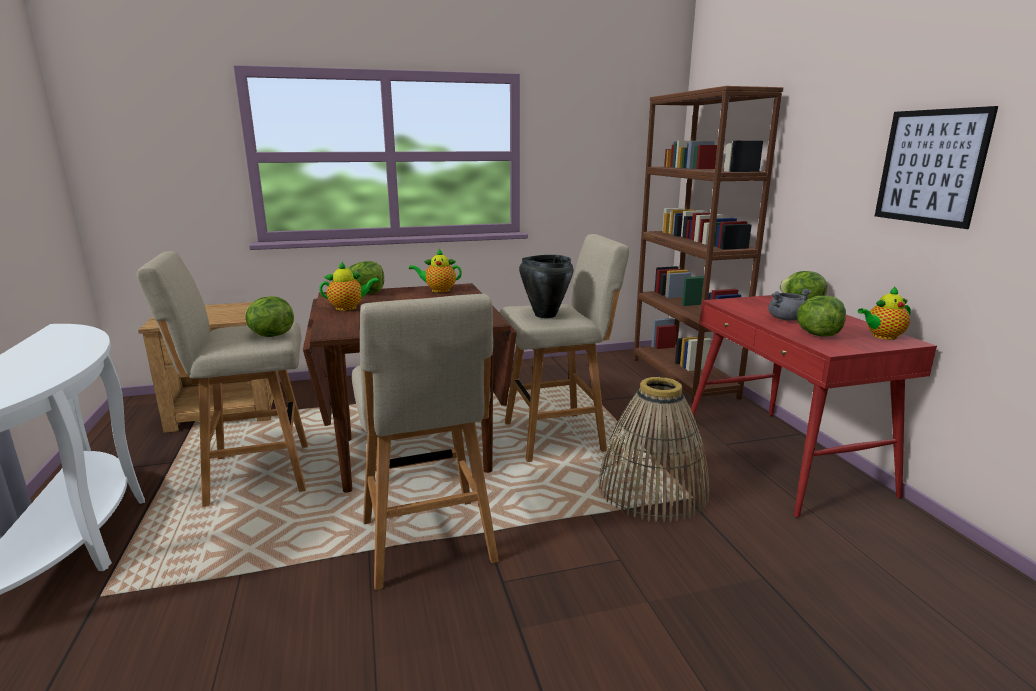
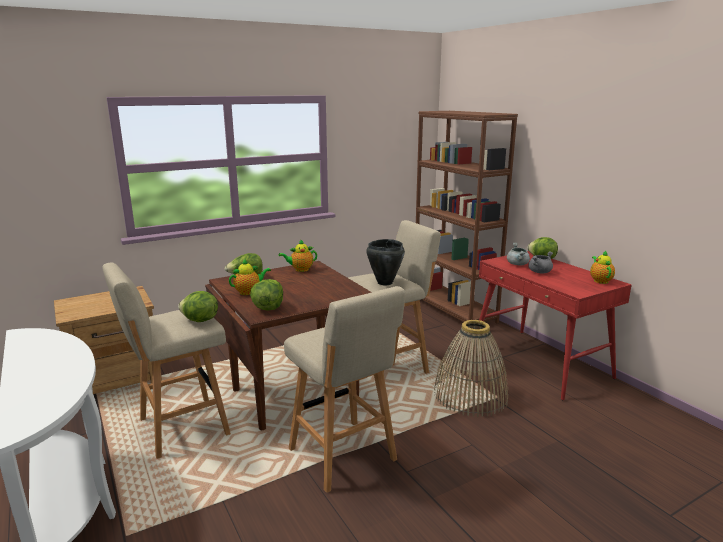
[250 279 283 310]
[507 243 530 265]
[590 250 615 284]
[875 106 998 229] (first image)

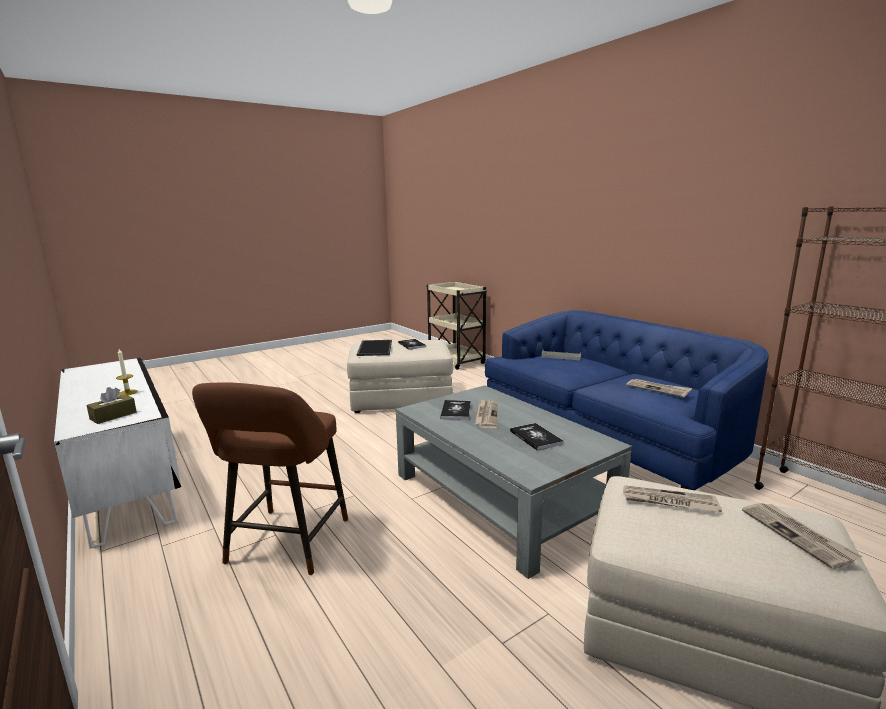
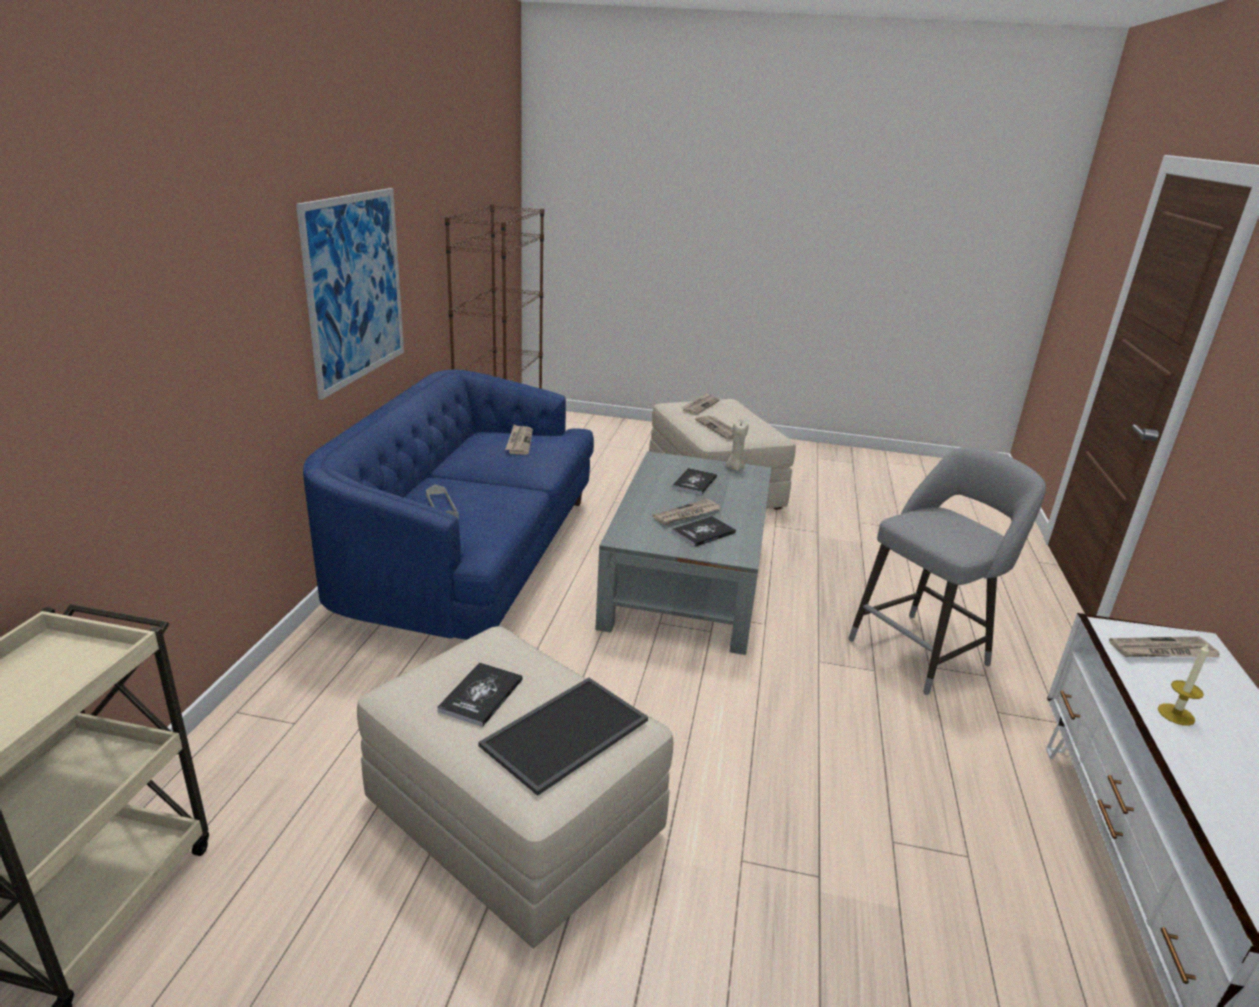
[296 188 404 400]
[726 419 749 471]
[848 447 1046 695]
[1109 637 1220 657]

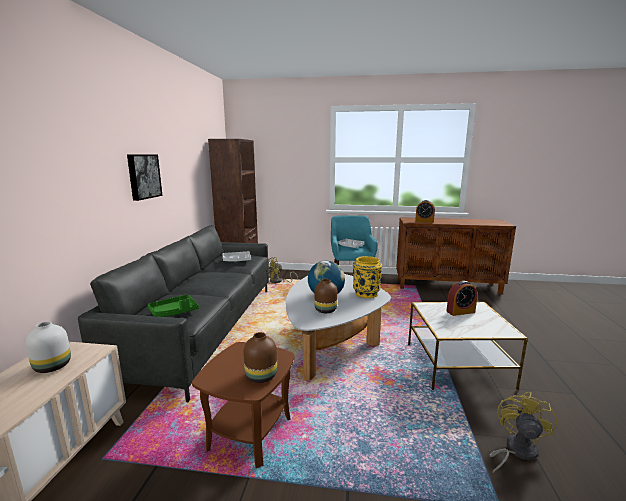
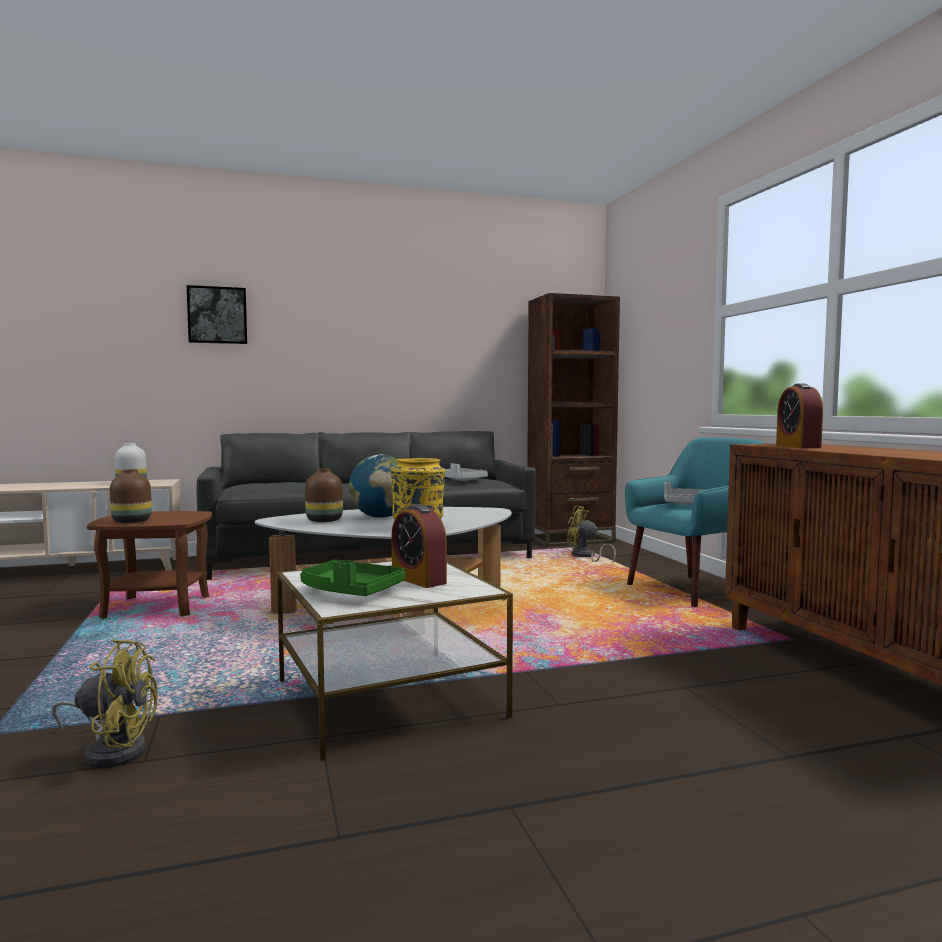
[187 285 247 344]
[300 560 406 596]

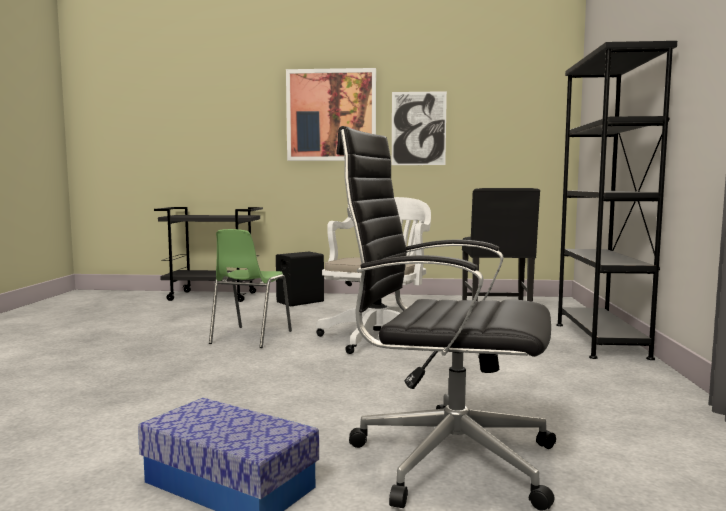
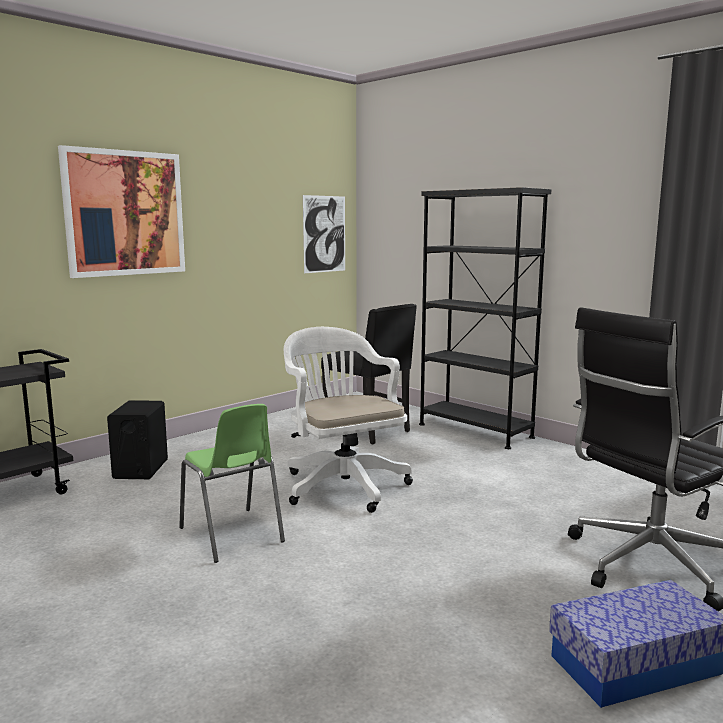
[303 195 345 273]

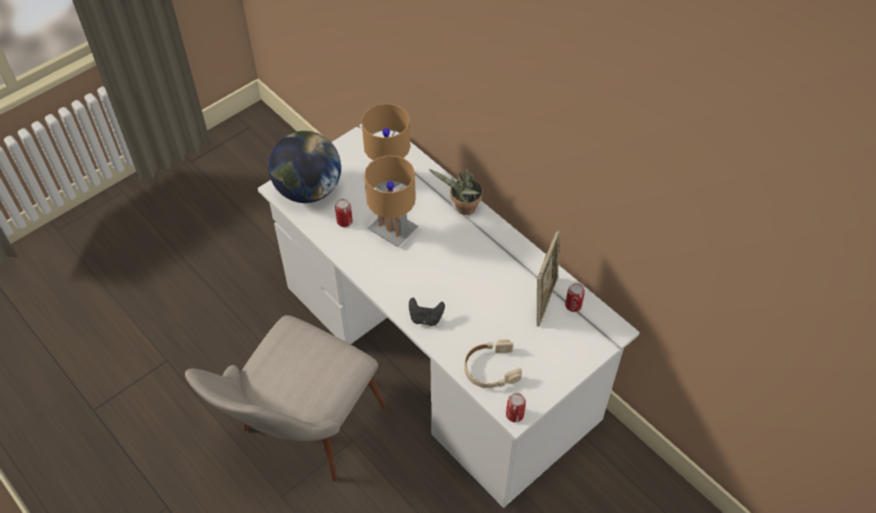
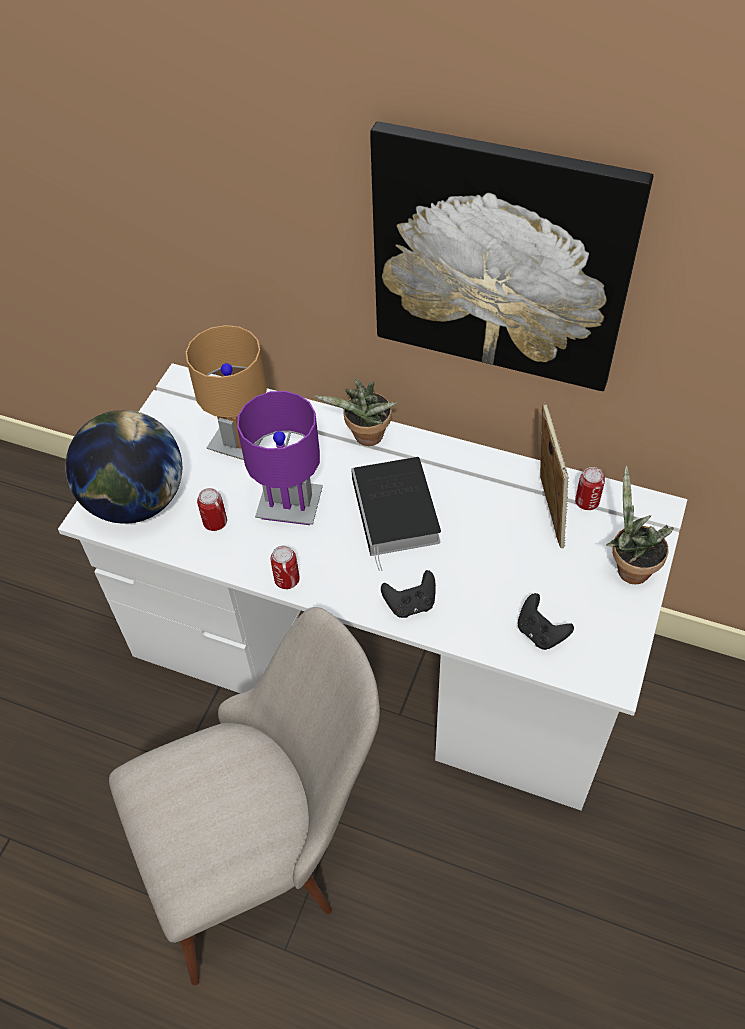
[109 607 380 985]
[237 391 323 525]
[270 546 300 589]
[351 457 441 571]
[370 122 653 391]
[518 593 574 650]
[606 465 674 584]

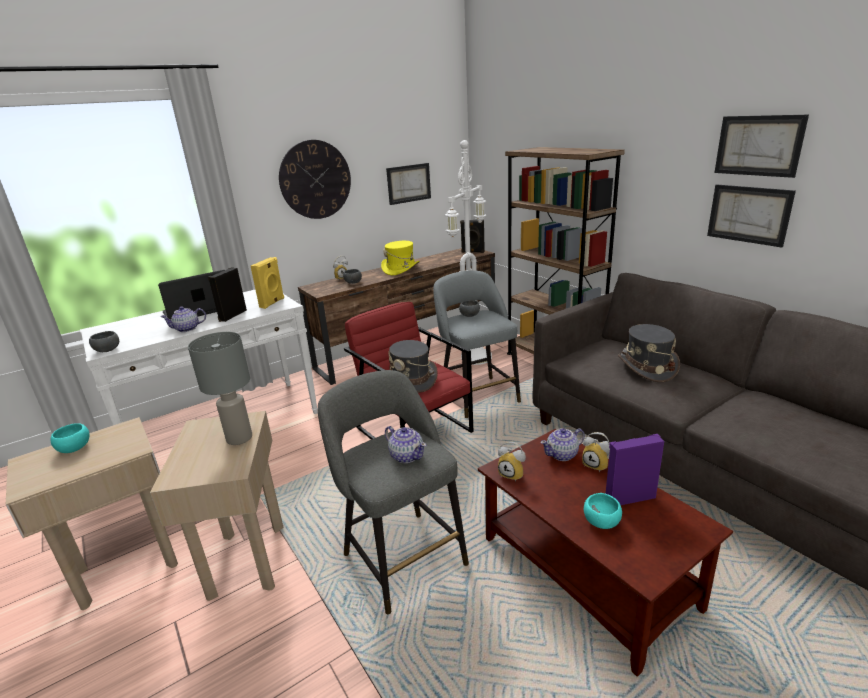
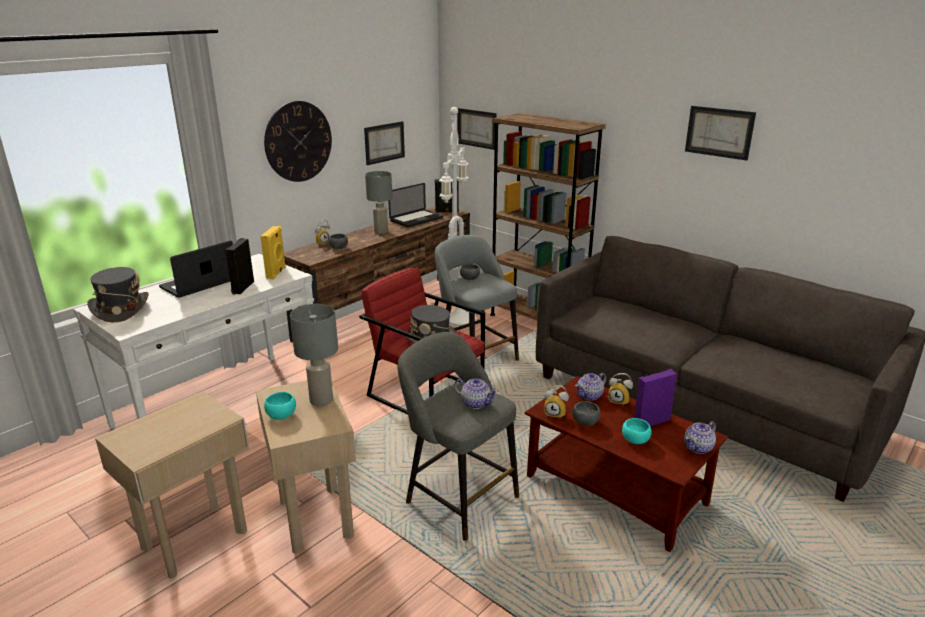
[87 267 149 322]
[264 392 296 420]
[365 171 392 234]
[388 183 443 227]
[457 108 497 150]
[572 401 600 426]
[684 421 716 454]

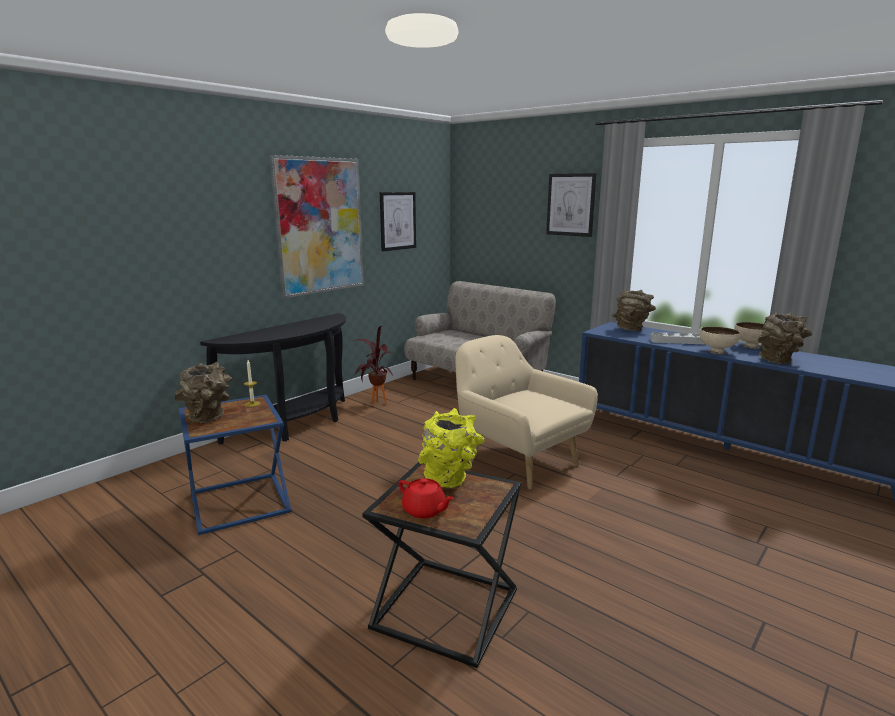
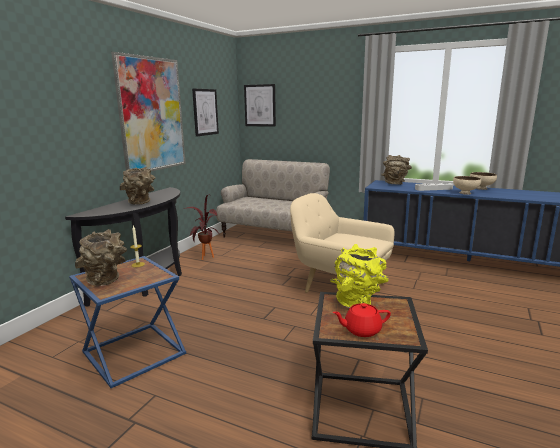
[120 167 156 205]
[244 84 276 127]
[332 303 391 337]

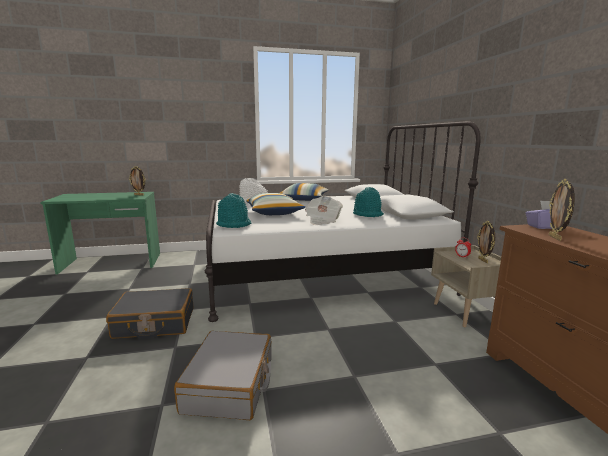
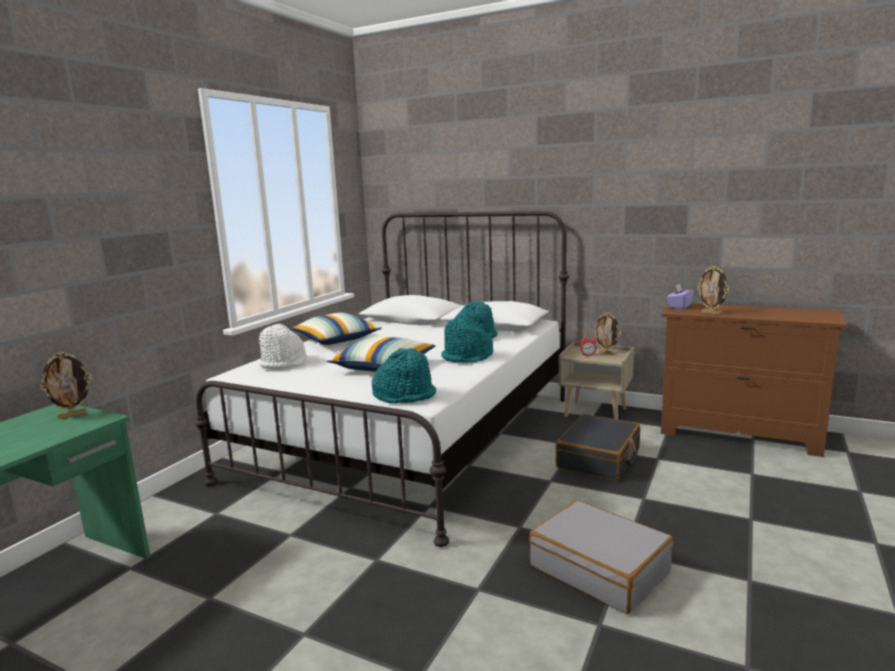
[441 317 493 363]
[556 414 640 481]

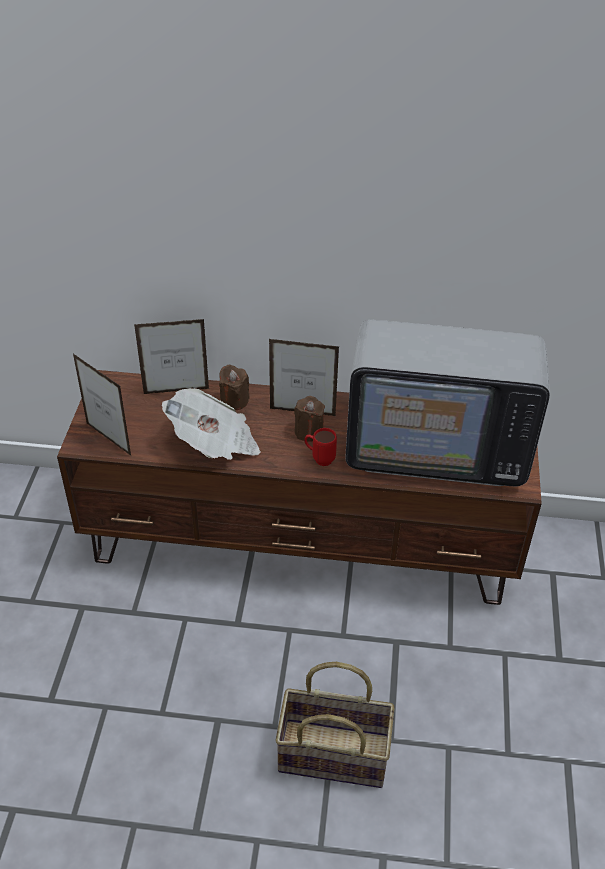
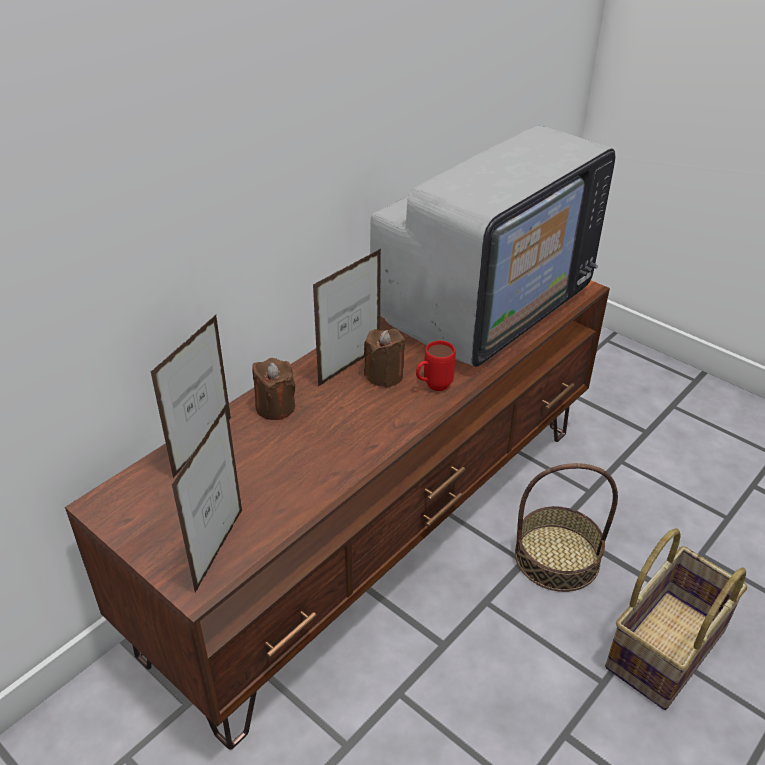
[172 403 242 593]
[515 463 618 592]
[162 388 261 460] (first image)

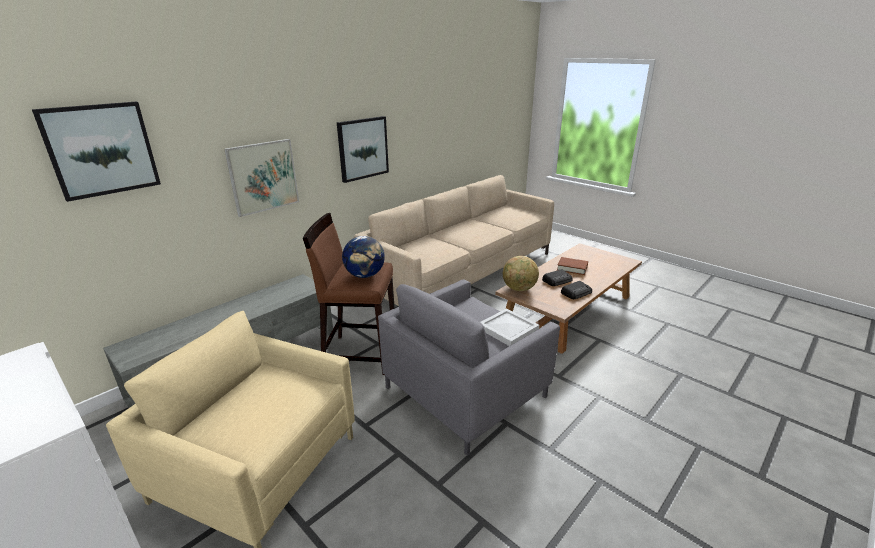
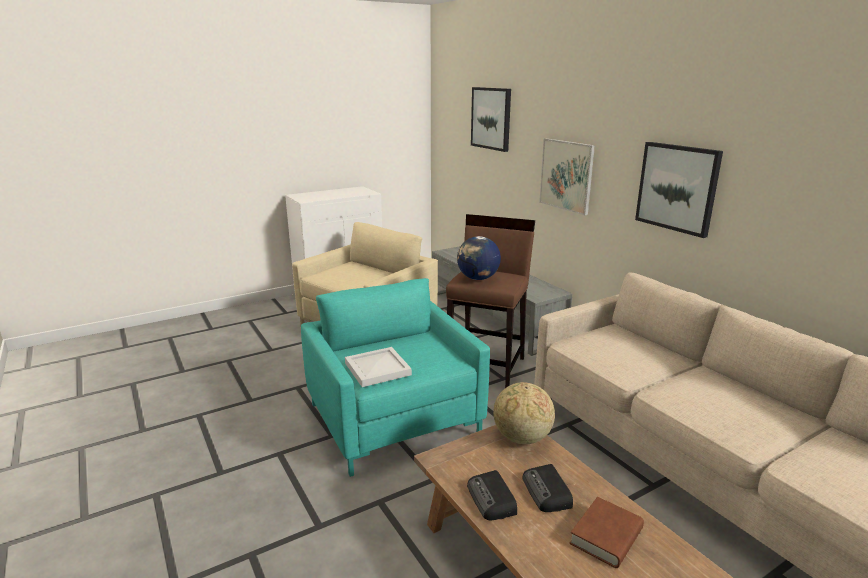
[301 278 490 477]

